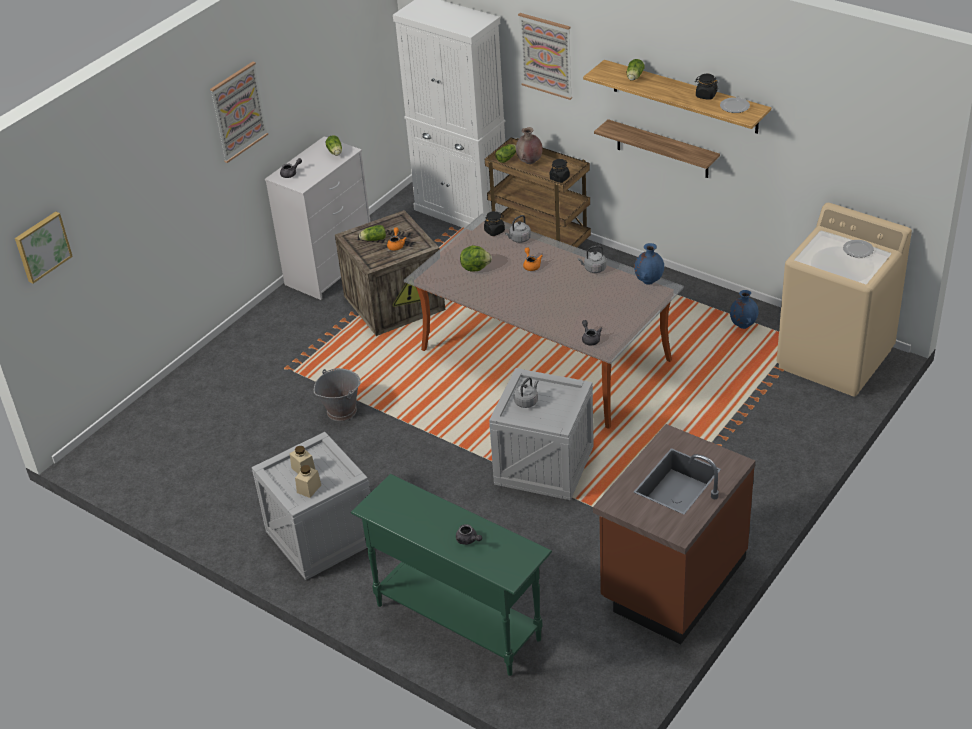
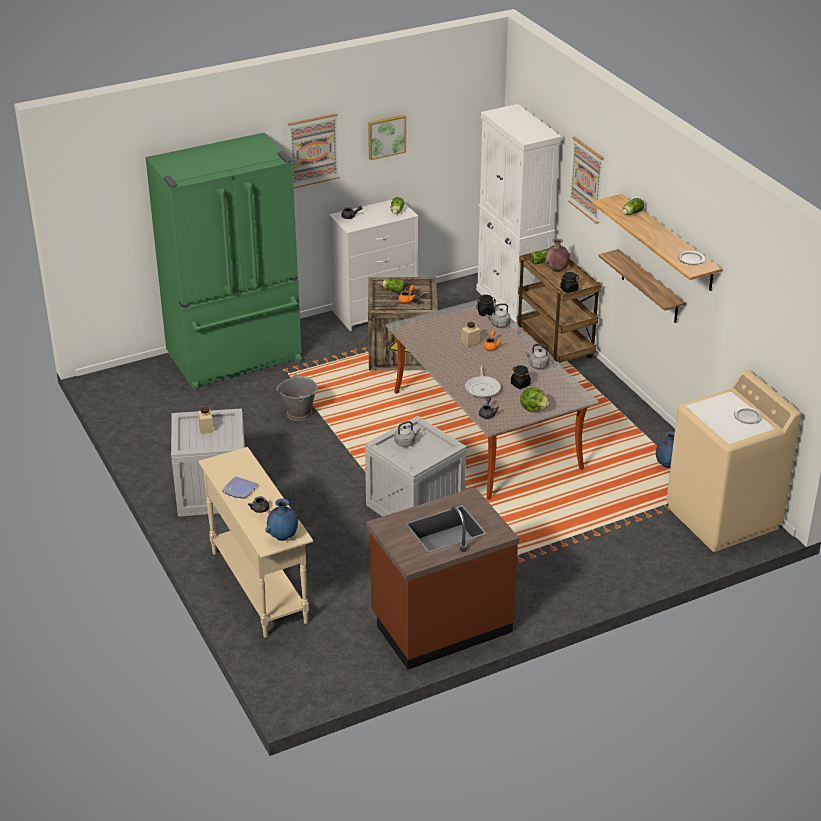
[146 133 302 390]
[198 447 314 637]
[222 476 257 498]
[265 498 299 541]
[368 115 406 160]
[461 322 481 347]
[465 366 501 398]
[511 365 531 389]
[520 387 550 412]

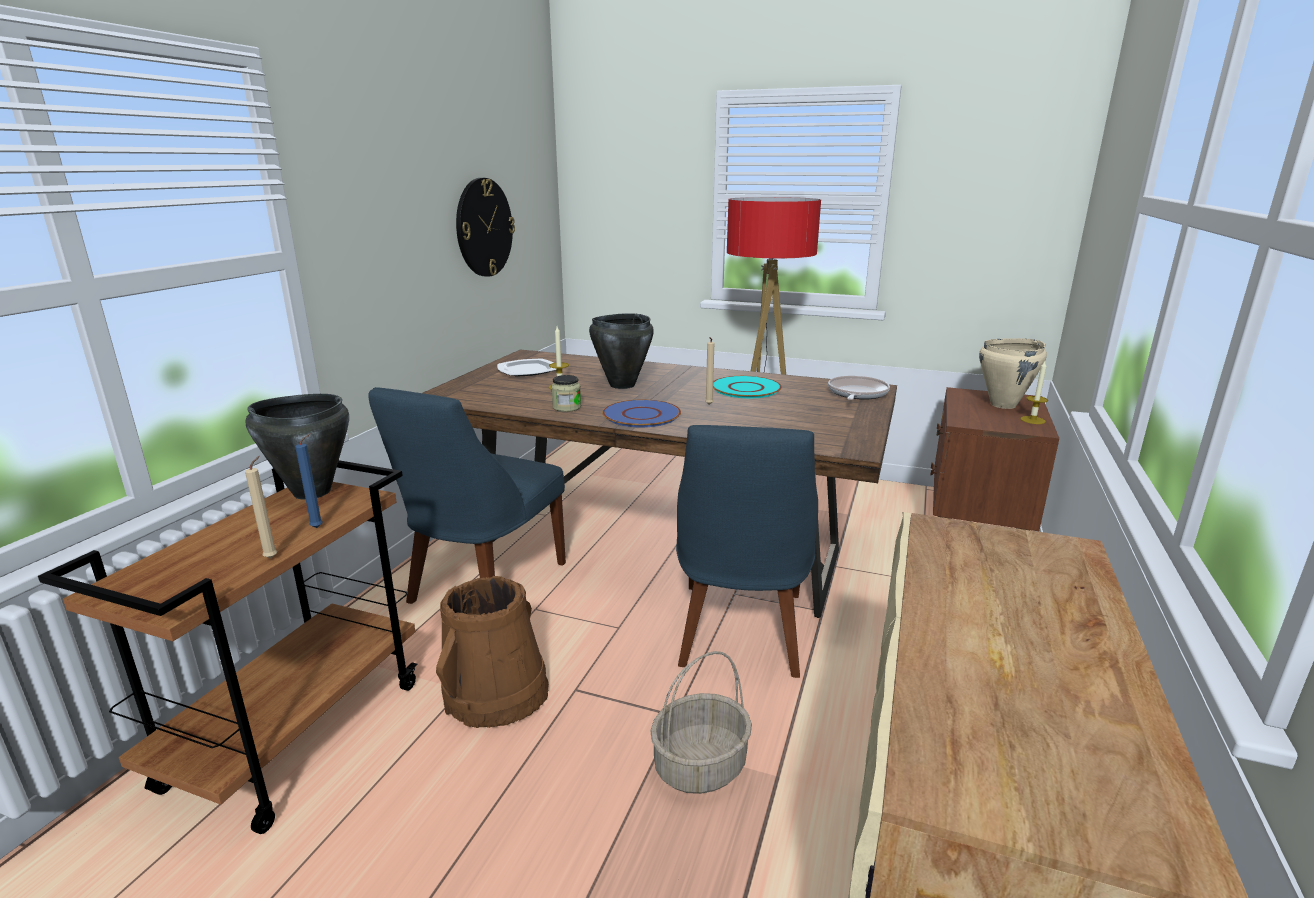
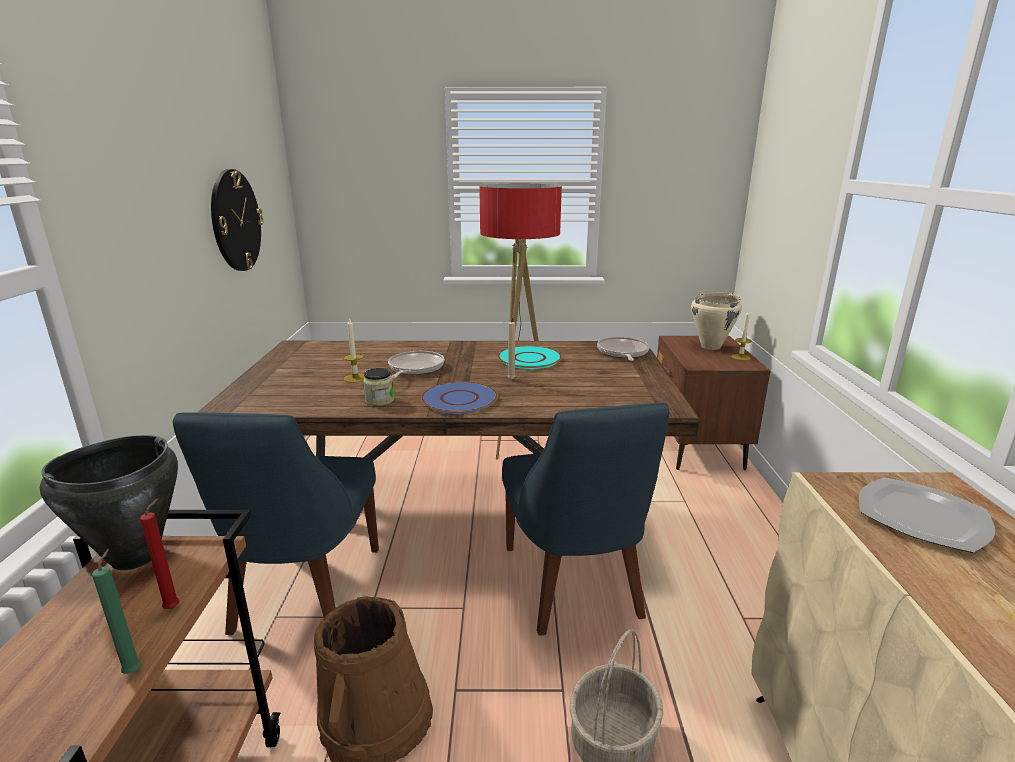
[92 549 141 674]
[140 498 179 609]
[388 351 445 378]
[859 477 995 553]

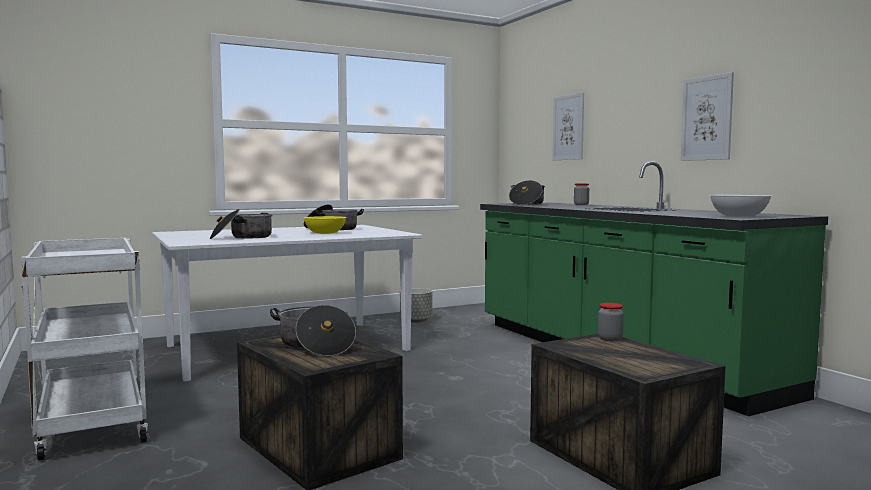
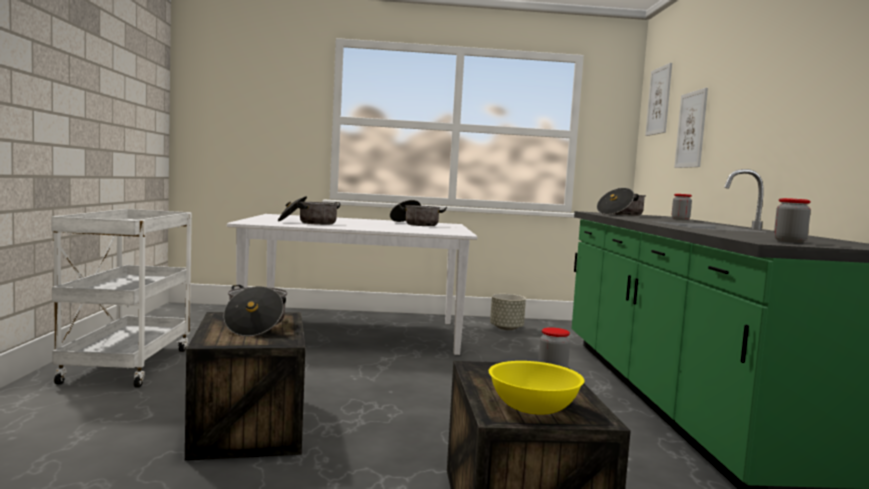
[489 361 584 415]
[645 63 672 136]
[774 198 811 243]

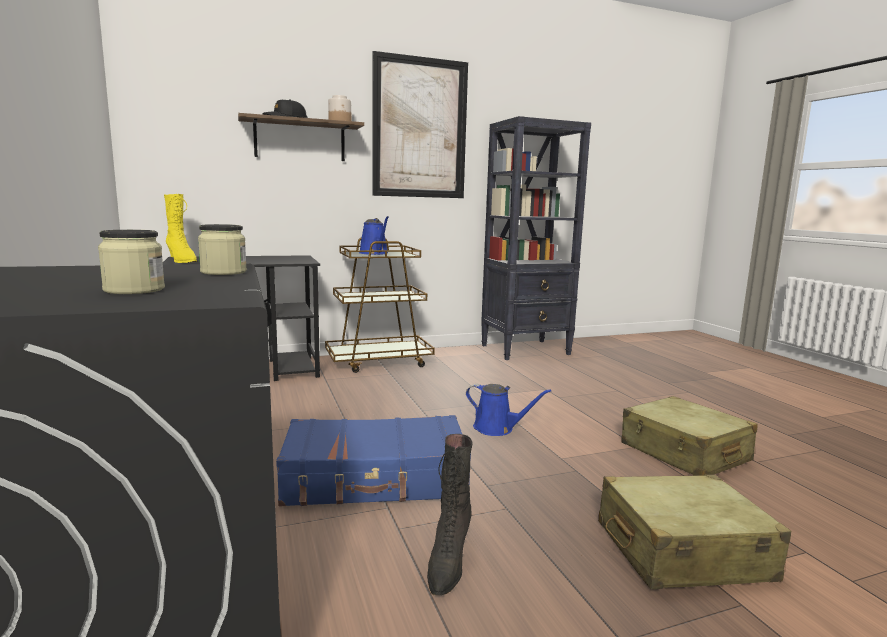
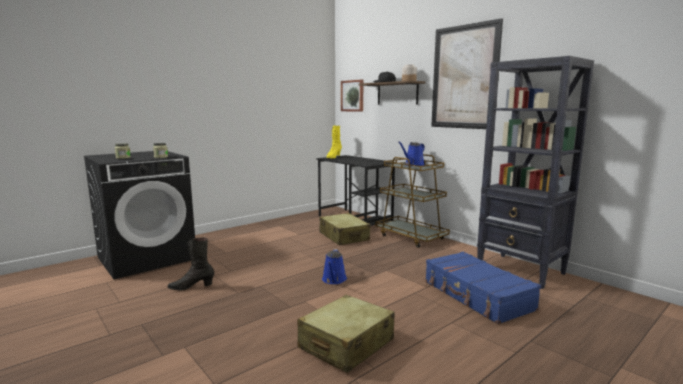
[319 213 370 245]
[341 80 364 112]
[425 251 541 324]

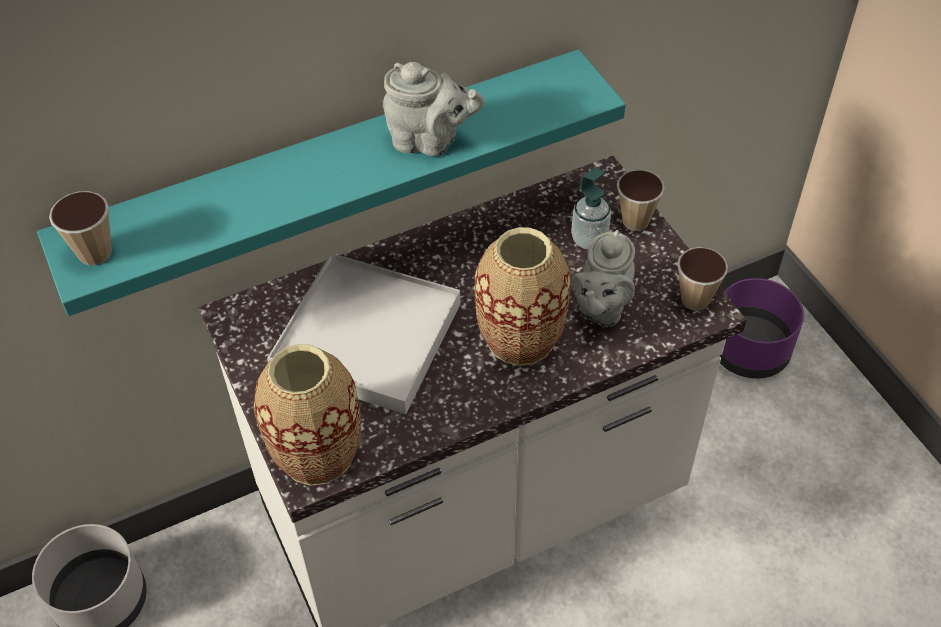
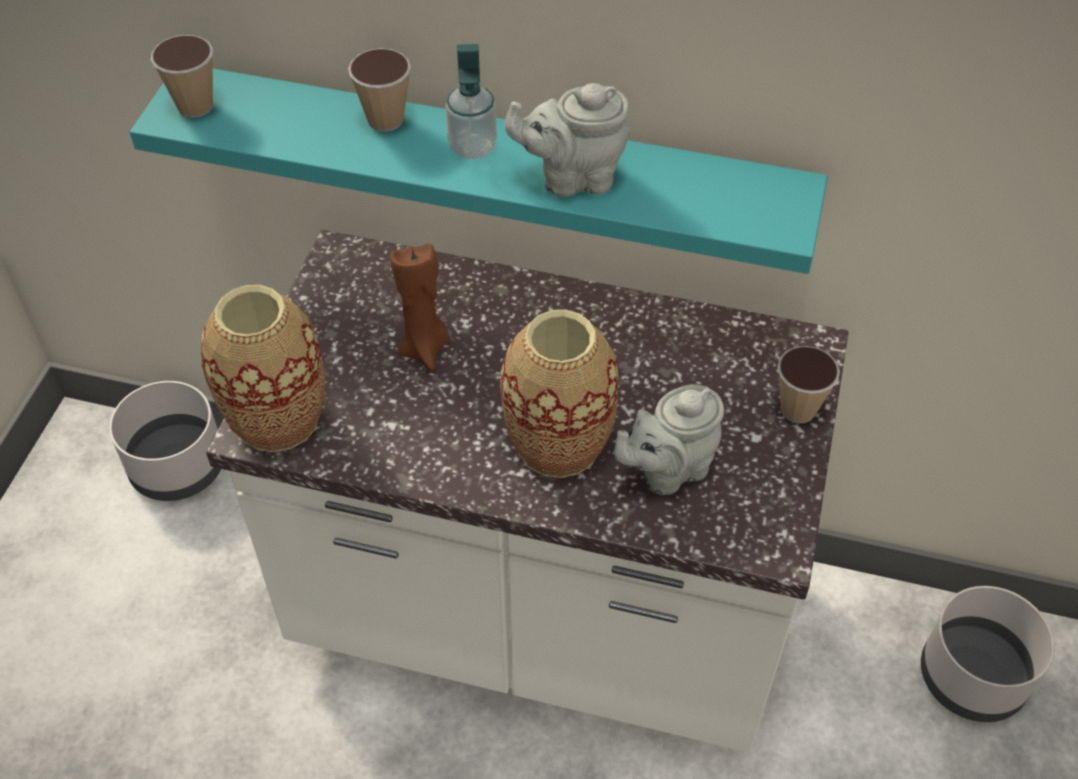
[348 48 411 132]
[390 243 450 371]
[445 44 497 159]
[504 83 630 197]
[921 586 1055 722]

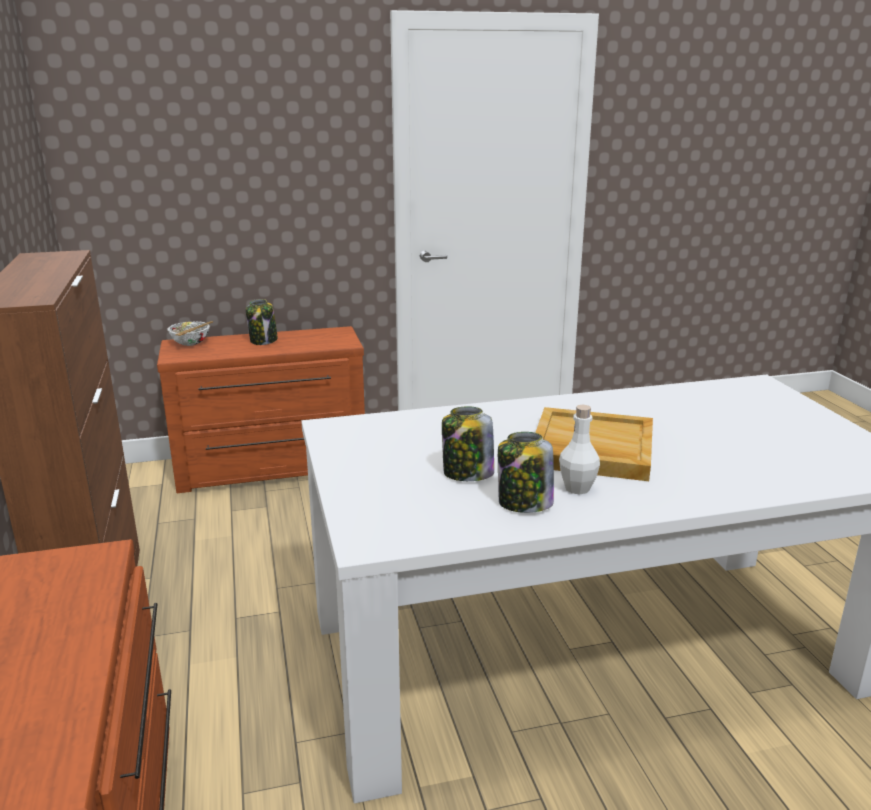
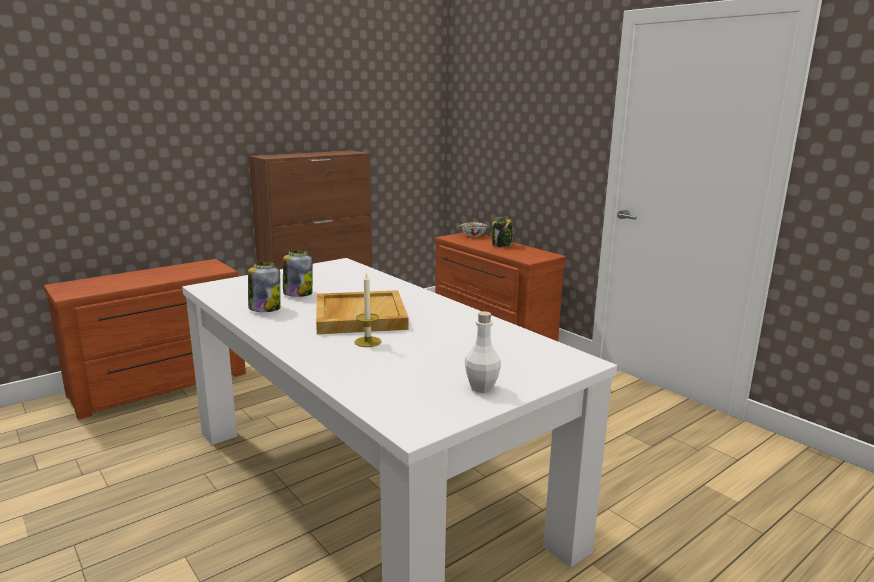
[355 272 381 347]
[465 311 501 393]

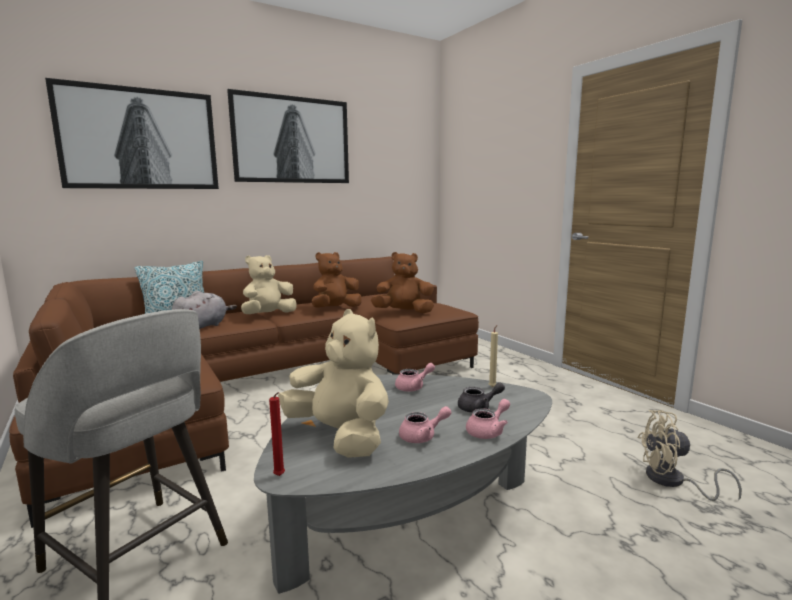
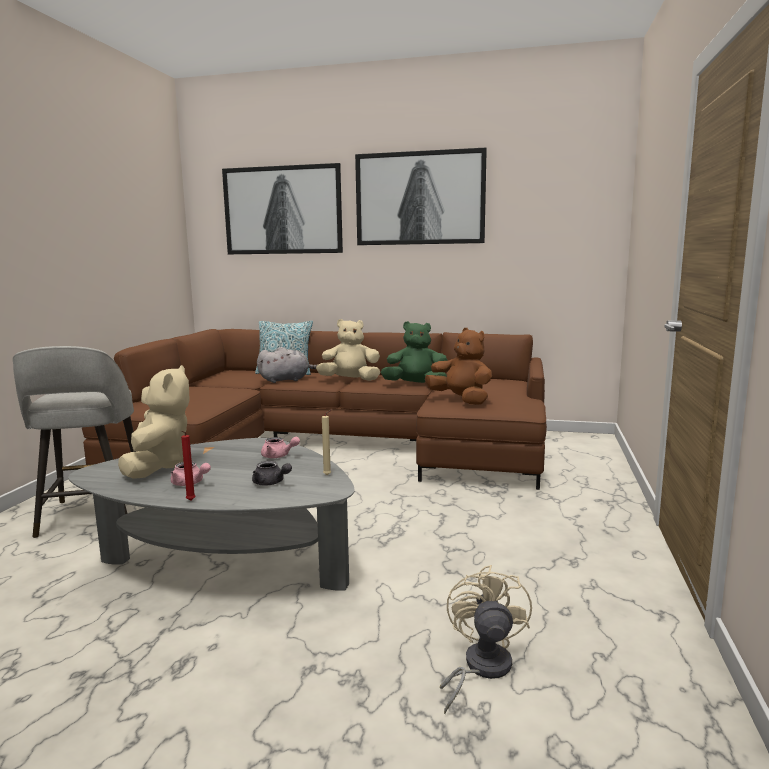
[181 431 196 501]
[381 321 448 383]
[440 565 532 714]
[466 399 510 439] (first image)

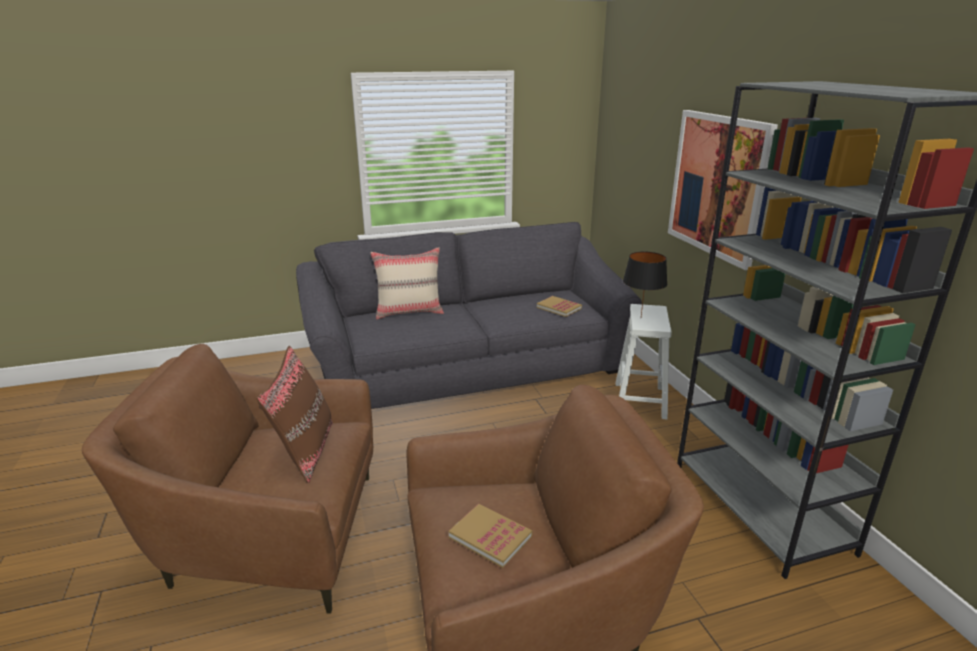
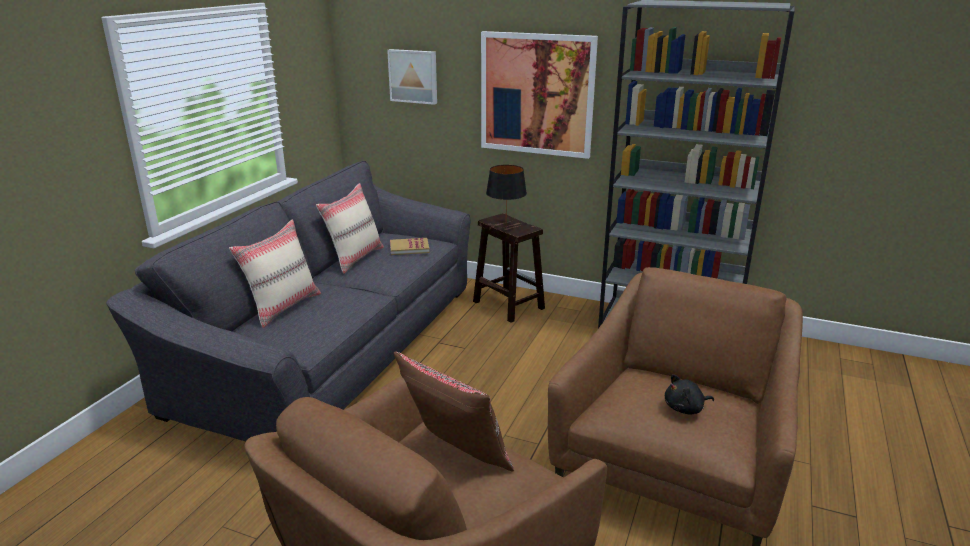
[316 183 384 274]
[387 49 437 105]
[473 213 545 323]
[665 374 714 415]

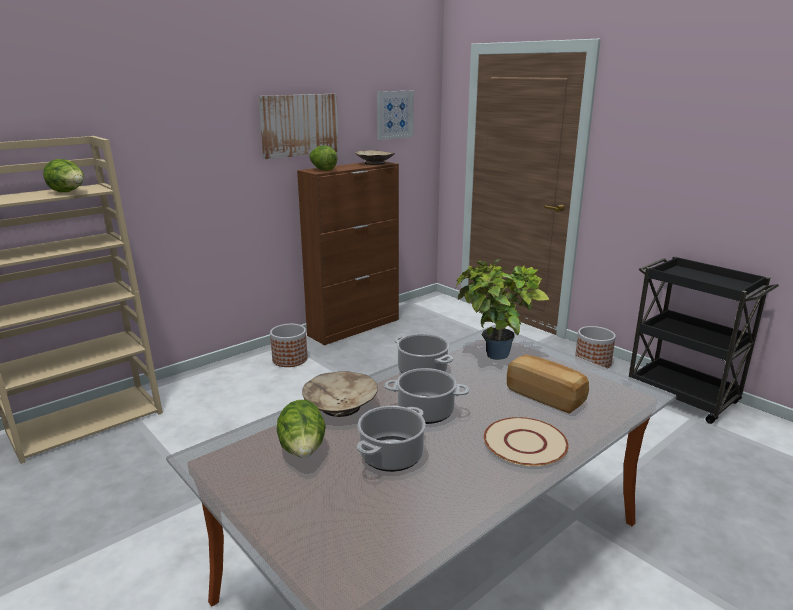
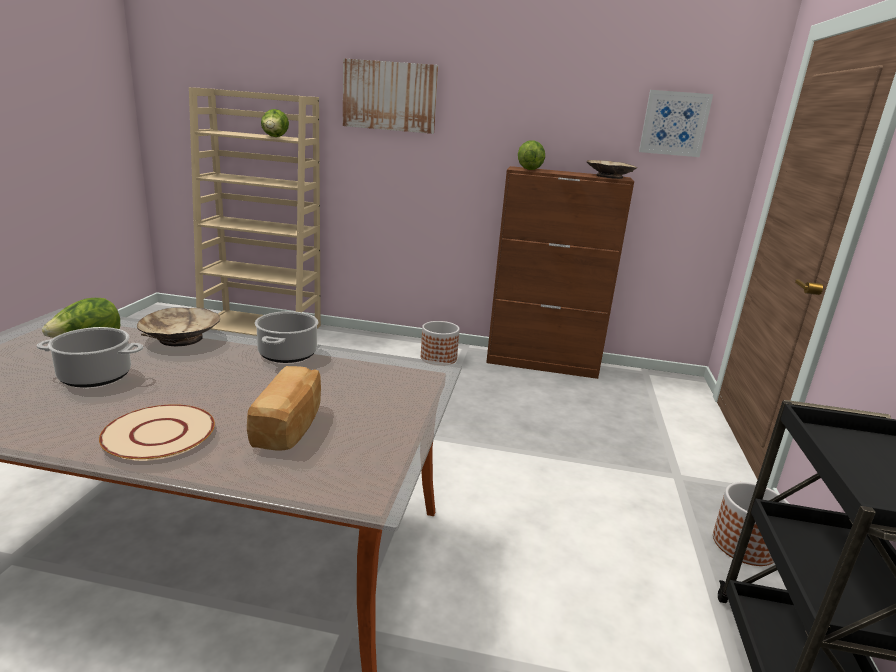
[343 58 438 134]
[384 368 469 424] (first image)
[455 259 550 360] (first image)

